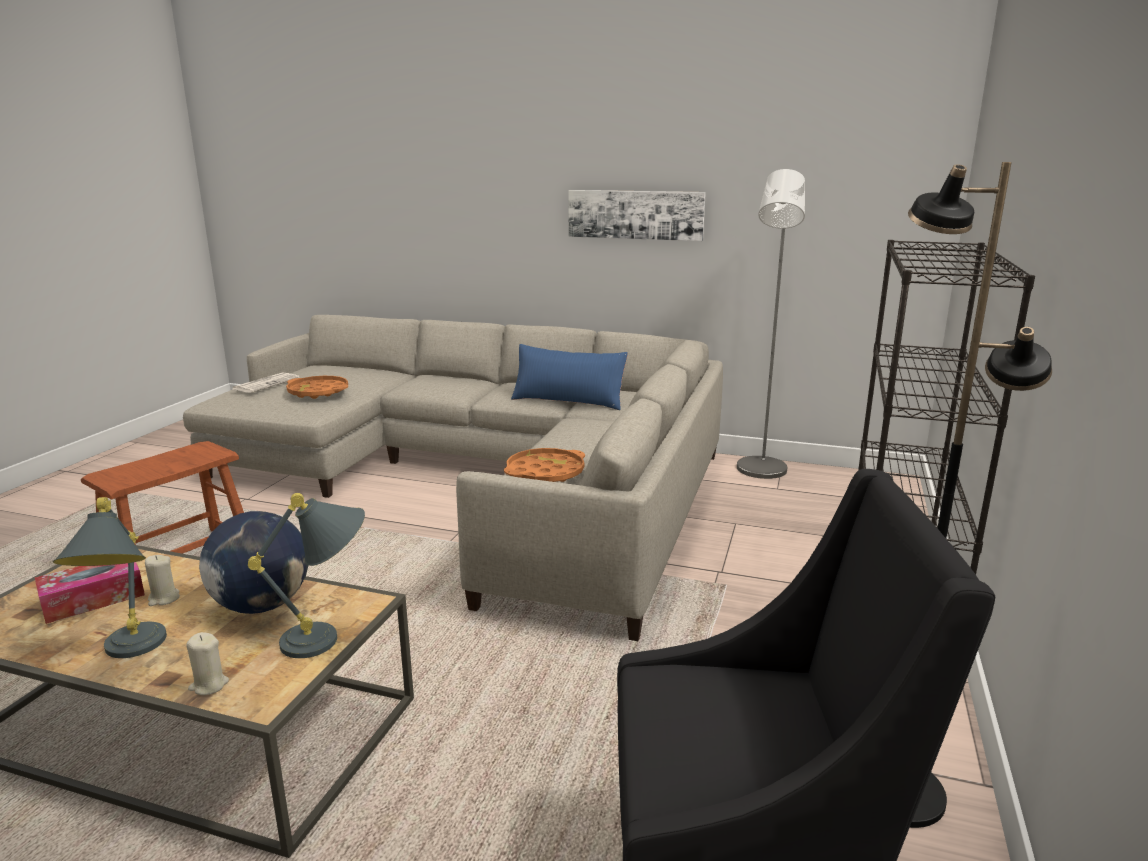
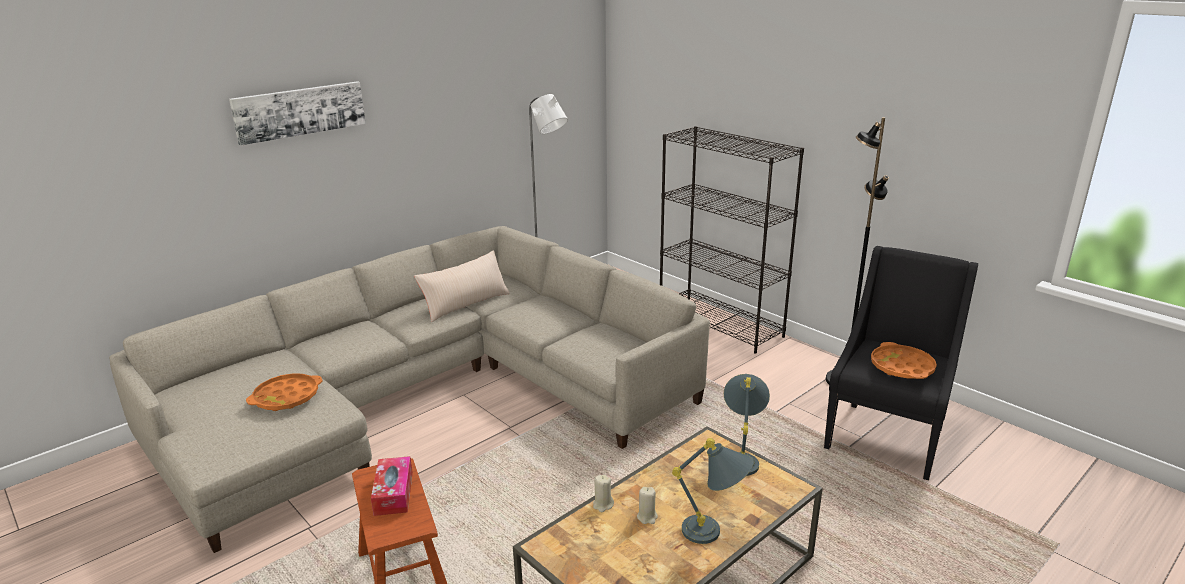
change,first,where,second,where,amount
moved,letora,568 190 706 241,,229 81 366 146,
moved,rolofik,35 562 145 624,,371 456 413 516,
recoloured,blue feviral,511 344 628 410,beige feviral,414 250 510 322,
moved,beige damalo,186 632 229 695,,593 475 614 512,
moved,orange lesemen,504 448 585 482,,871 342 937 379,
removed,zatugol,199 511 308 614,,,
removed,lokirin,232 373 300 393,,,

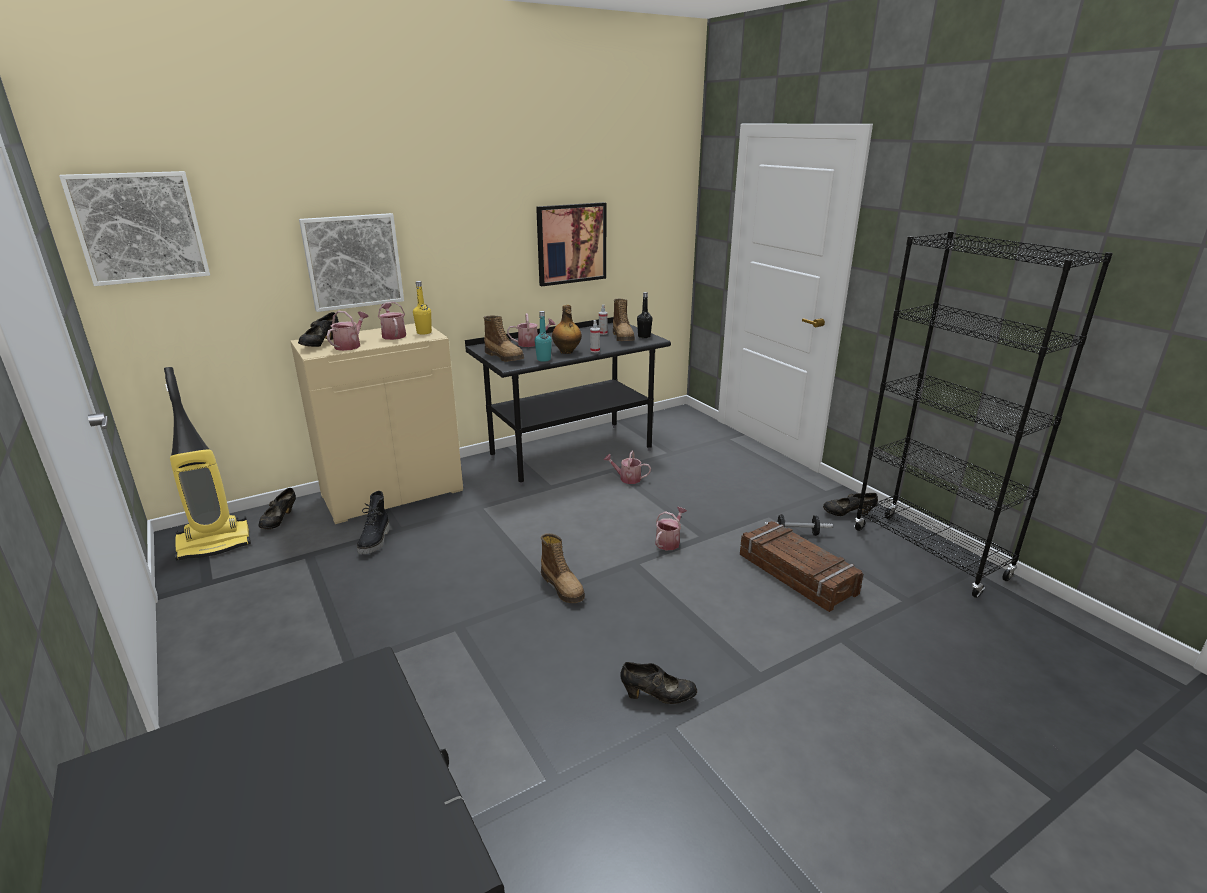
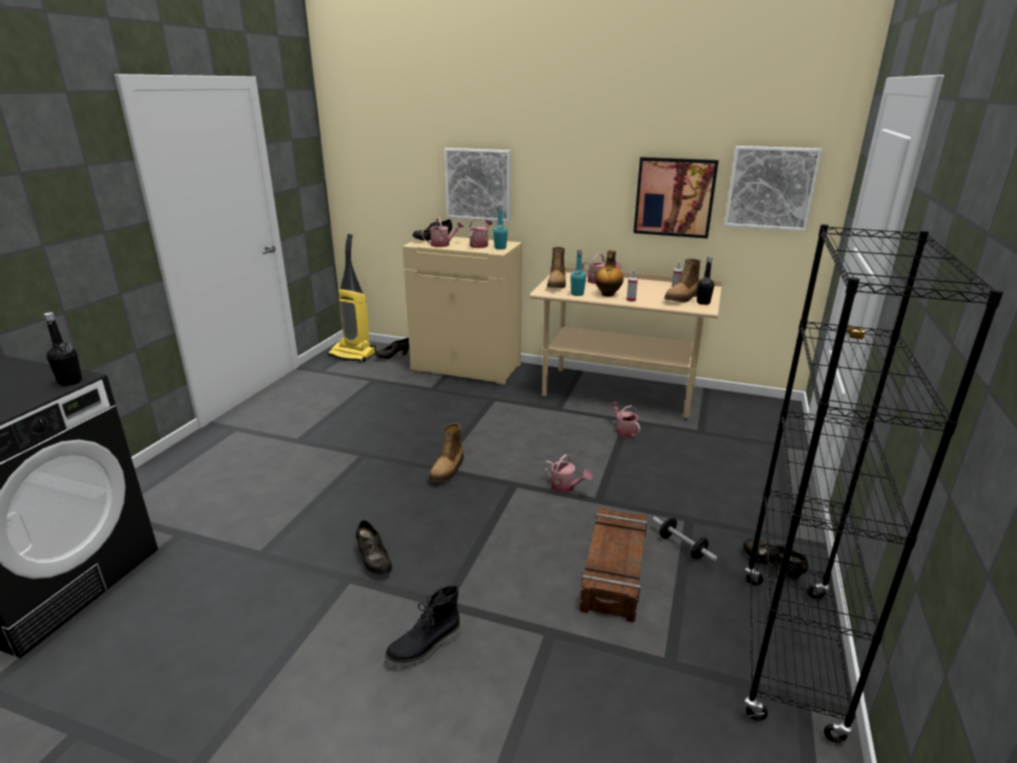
change,first,where,second,where,amount
added,,,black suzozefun,44 312 82 386,
moved,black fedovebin,357 491 390 554,,384 585 460 668,
recoloured,yellow suzozefun,413 281 432 335,turquoise suzozefun,493 206 508 250,
recoloured,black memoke,465 317 671 486,beige memoke,530 267 722 421,
turned,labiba,655 507 687 550,,543 454 593 493,45 degrees clockwise
moved,letora,59 171 210 286,,724 146 822 232,

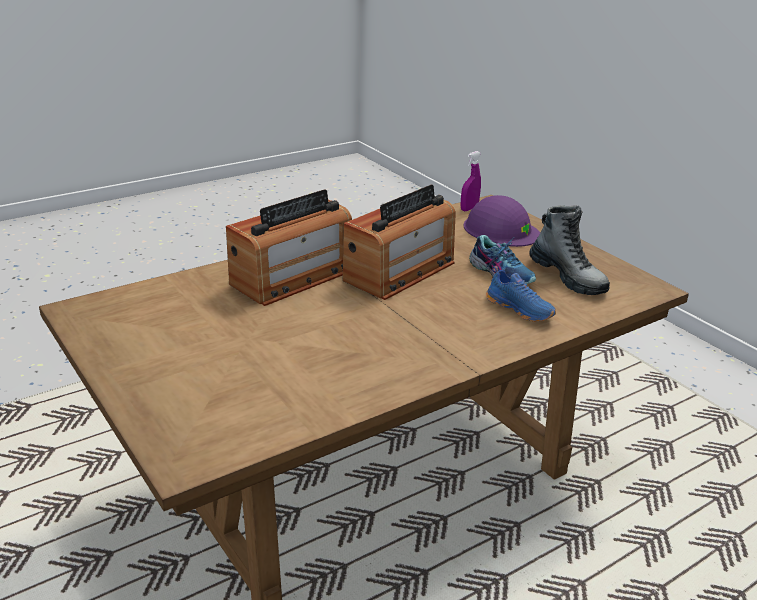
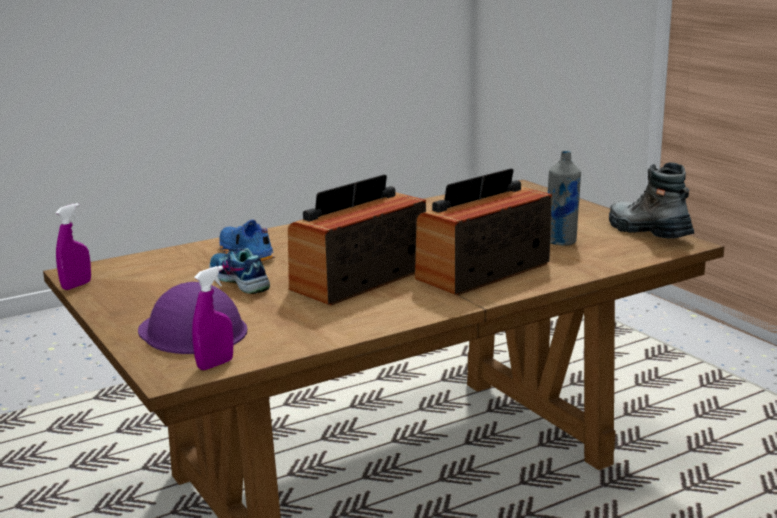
change,first,where,second,where,amount
added,,,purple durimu,56 203 91 290,
added,,,grey suzozefun,548 151 581 246,
moved,fedovebin,529 205 610 295,,609 162 694 239,

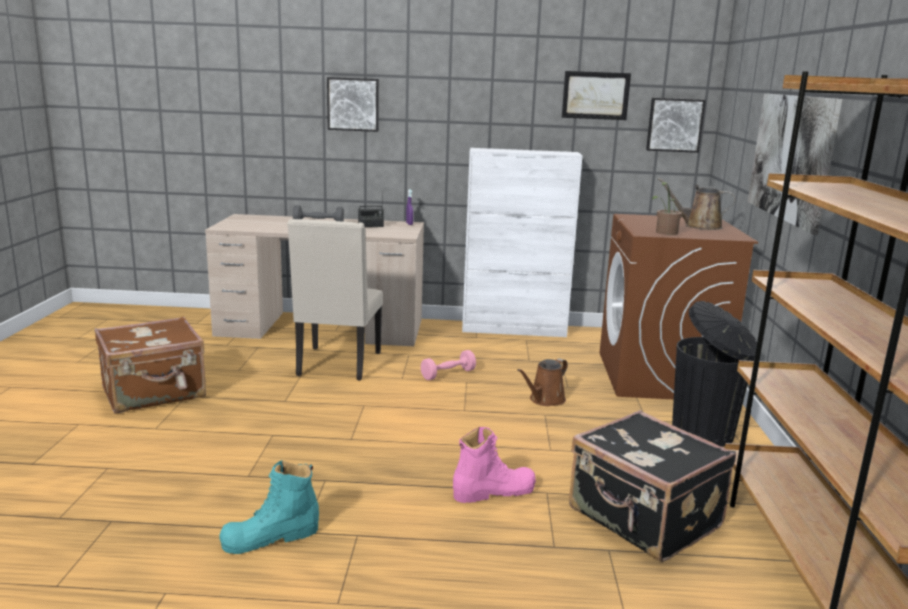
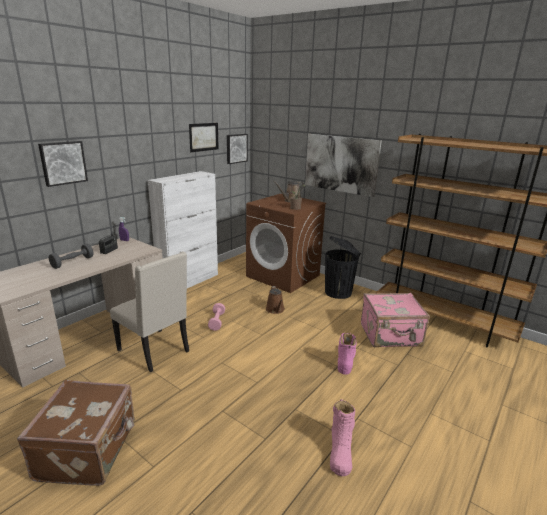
change,first,where,second,where,amount
recoloured,turquoise fedovebin,219 460 319 554,pink fedovebin,330 399 355 476,
recoloured,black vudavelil,569 410 736 562,pink vudavelil,361 293 430 347,

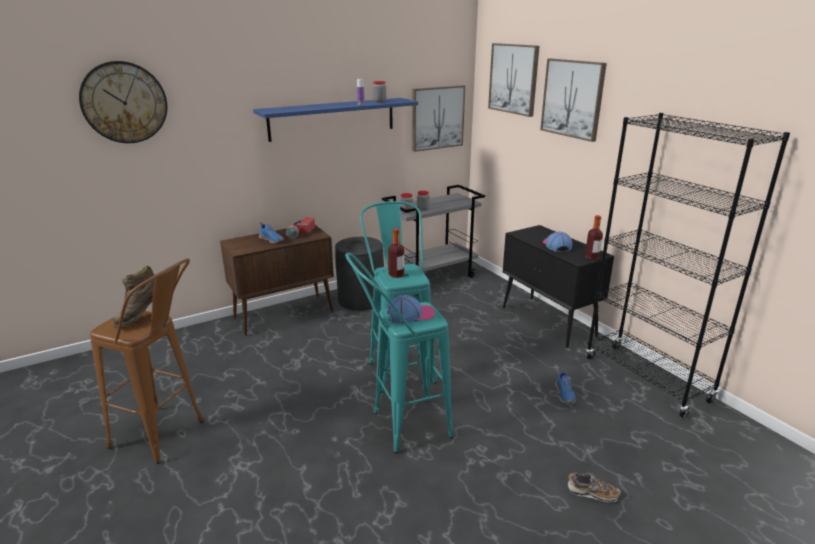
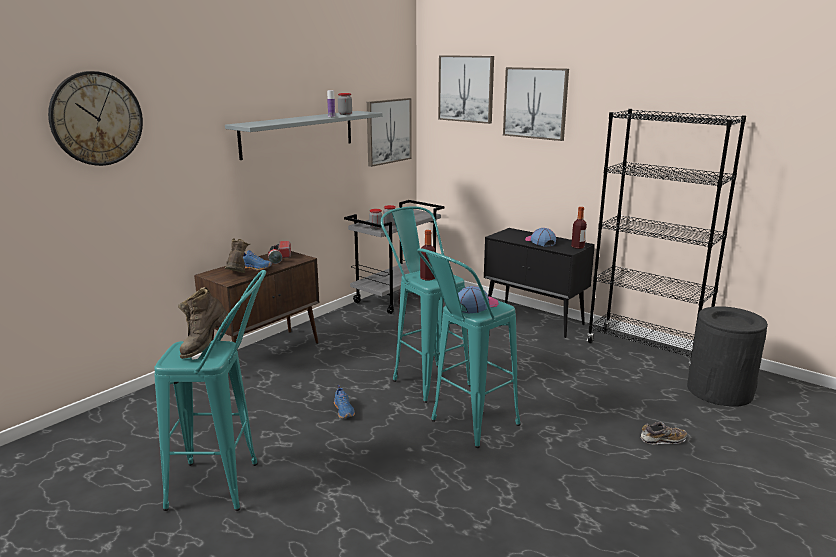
change,first,where,second,where,amount
recoloured,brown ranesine,90 258 204 464,turquoise ranesine,155 270 266 511,
recoloured,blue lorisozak,253 98 418 142,grey lorisozak,225 111 382 160,
added,,,brown fedovebin,225 238 250 273,
moved,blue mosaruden,555 369 576 403,,334 385 355 418,
moved,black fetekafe,335 237 384 311,,687 306 768 407,

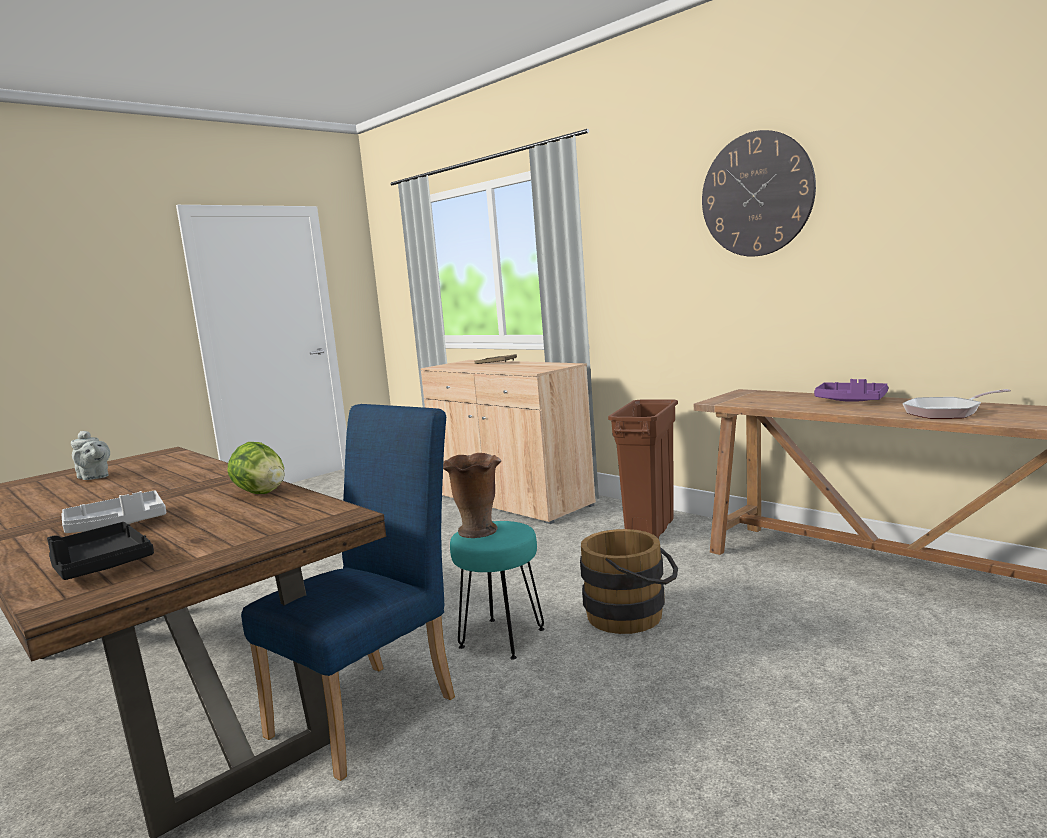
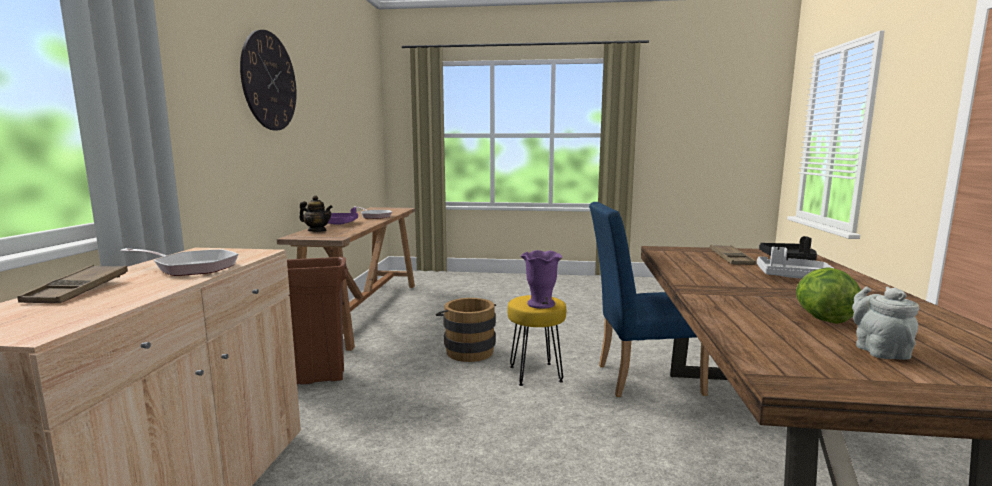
change,first,where,second,where,amount
added,,,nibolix,120 248 239 276,
added,,,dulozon,299 195 333 232,
recoloured,turquoise ranesine,450 521 544 660,yellow ranesine,507 295 566 386,
recoloured,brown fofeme,443 453 501 538,purple fofeme,521 250 562 309,
added,,,brown lesemen,710 245 756 265,
moved,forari,227 442 284 494,,796 268 861 324,

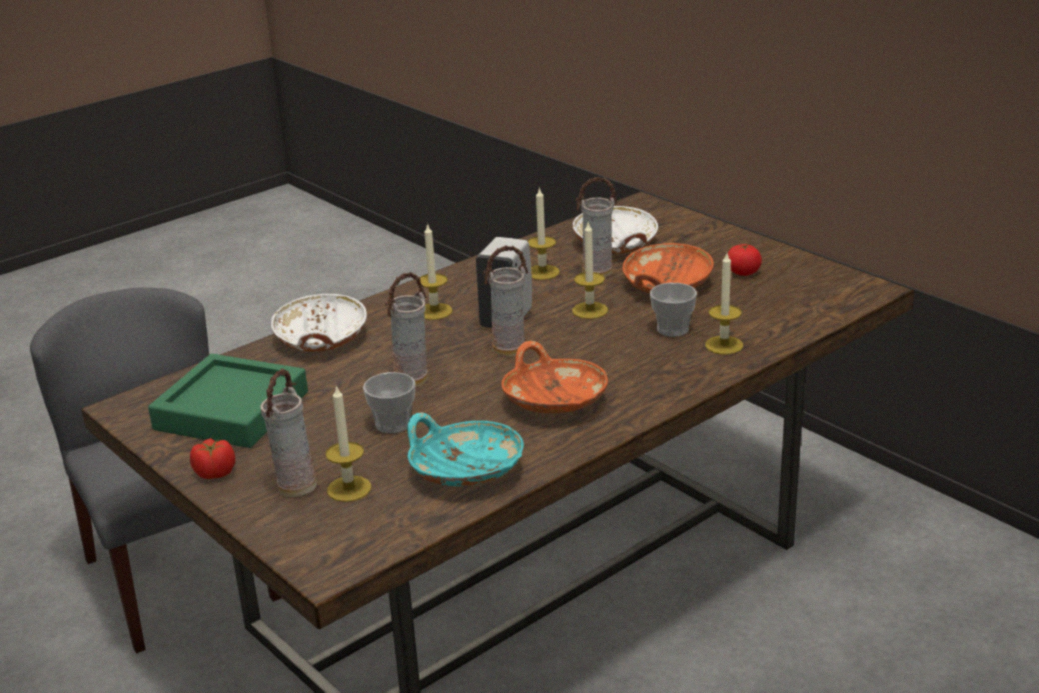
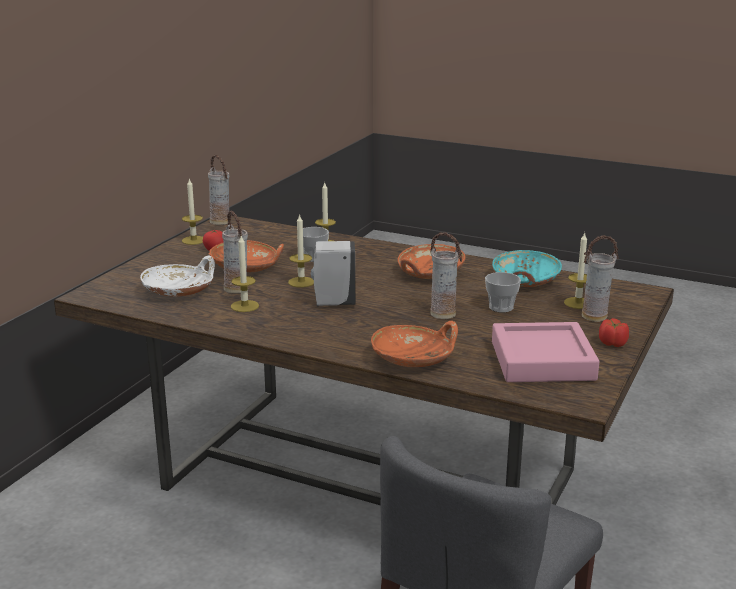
change,first,where,second,where,amount
moved,damalo,420 223 453 320,,182 179 203 245,
moved,fofeme,483 245 529 357,,208 155 229 225,
recoloured,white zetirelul,271 294 367 352,orange zetirelul,371 321 458 367,
recoloured,green lesemen,148 354 308 448,pink lesemen,492 322 599 382,

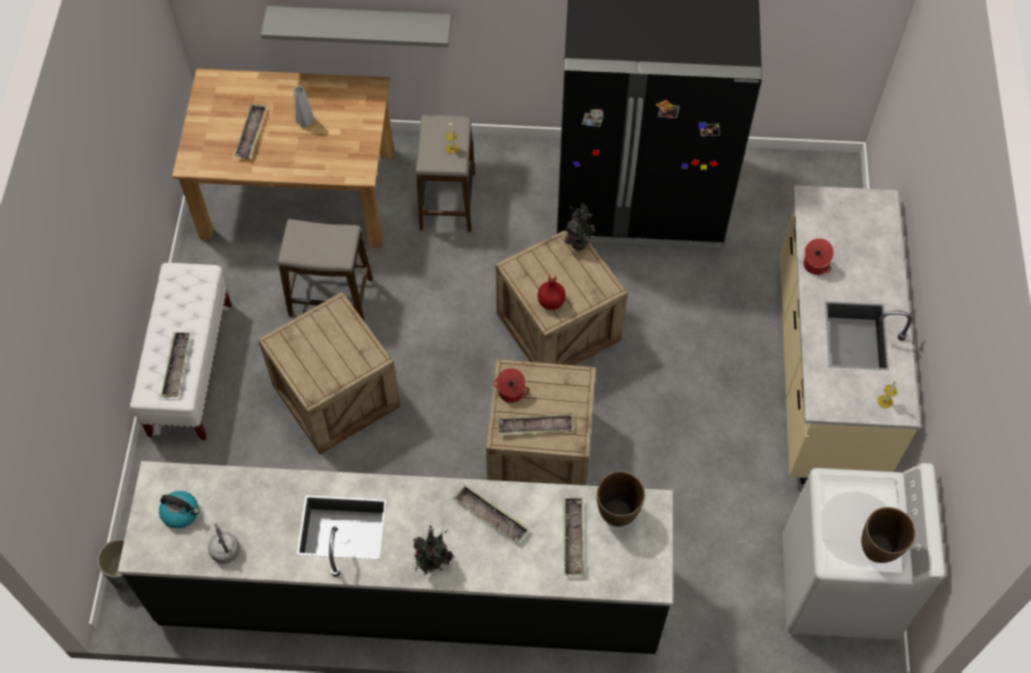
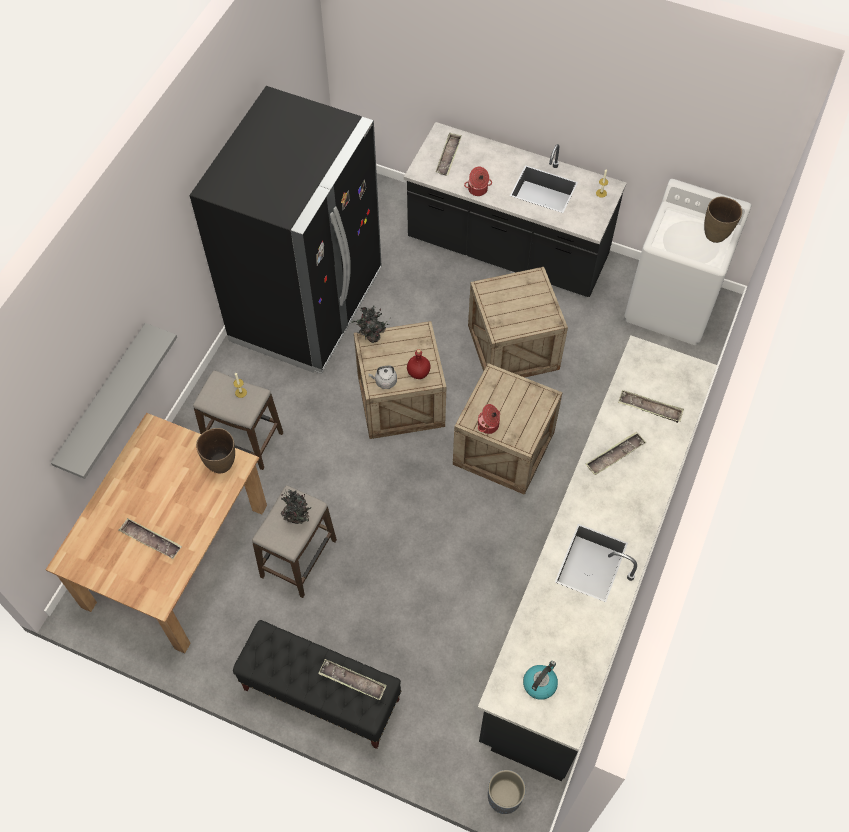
change,first,where,second,where,amount
moved,brown fofeme,597 471 645 527,,196 428 235 473,
recoloured,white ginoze,130 263 232 440,black ginoze,233 620 401 749,
moved,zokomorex,413 526 454 575,,280 488 312 524,
moved,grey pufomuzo,208 523 240 564,,368 366 397 389,
recoloured,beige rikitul,780 185 920 484,black rikitul,404 122 626 297,
moved,lesemen,497 413 574 436,,436 132 462 176,
moved,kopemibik,258 292 401 454,,468 267 568 378,
removed,grey fofeme,293 86 314 127,,,

